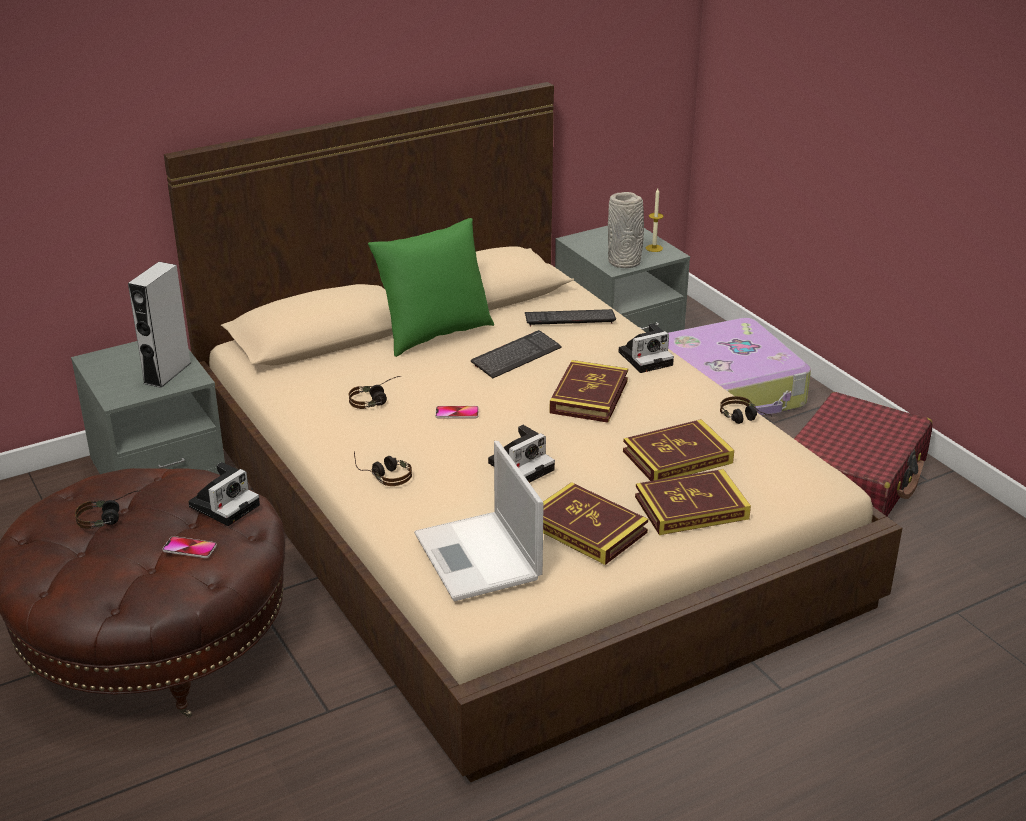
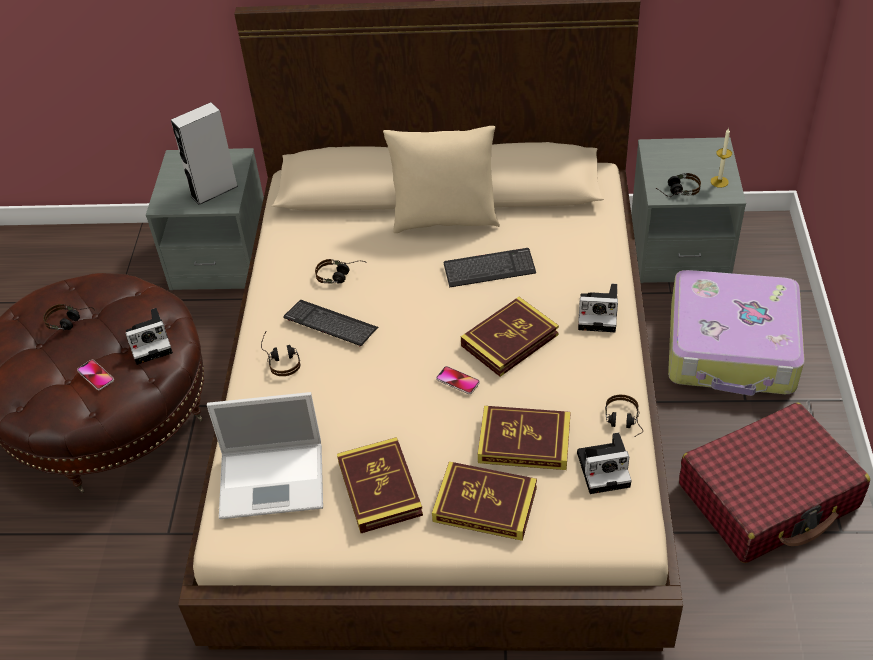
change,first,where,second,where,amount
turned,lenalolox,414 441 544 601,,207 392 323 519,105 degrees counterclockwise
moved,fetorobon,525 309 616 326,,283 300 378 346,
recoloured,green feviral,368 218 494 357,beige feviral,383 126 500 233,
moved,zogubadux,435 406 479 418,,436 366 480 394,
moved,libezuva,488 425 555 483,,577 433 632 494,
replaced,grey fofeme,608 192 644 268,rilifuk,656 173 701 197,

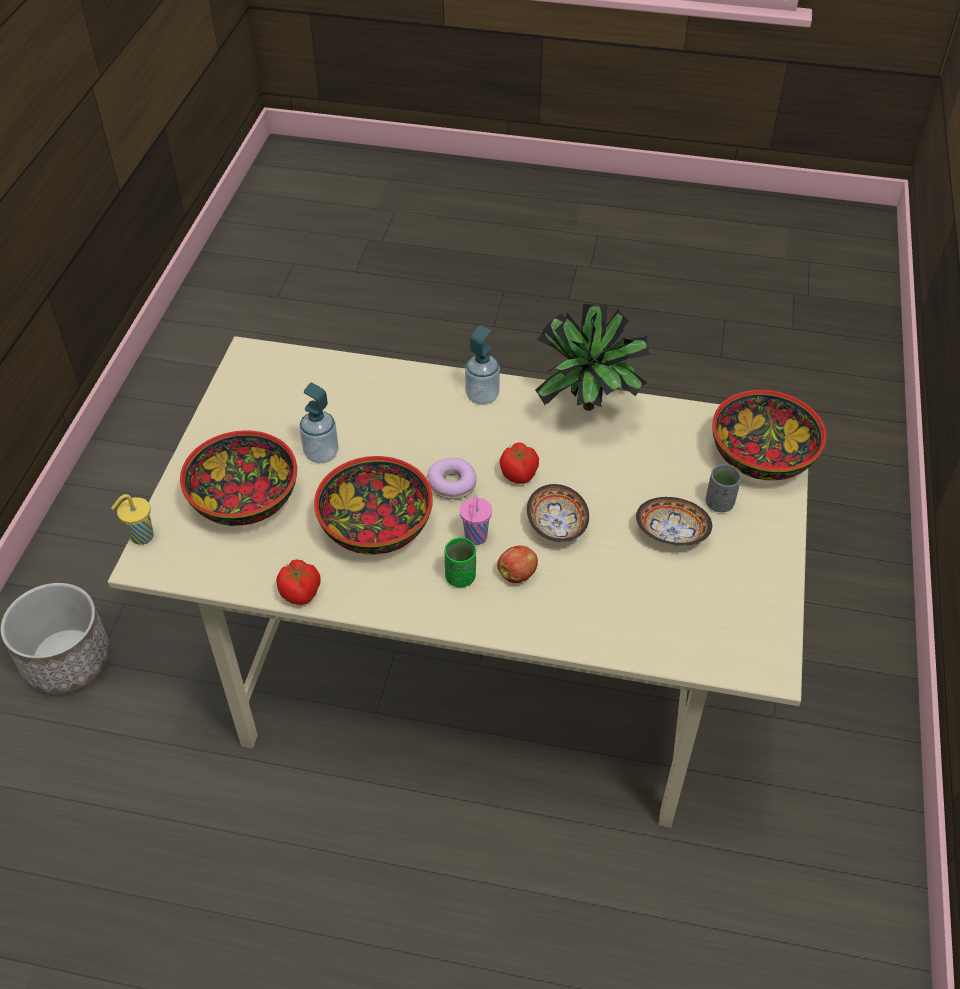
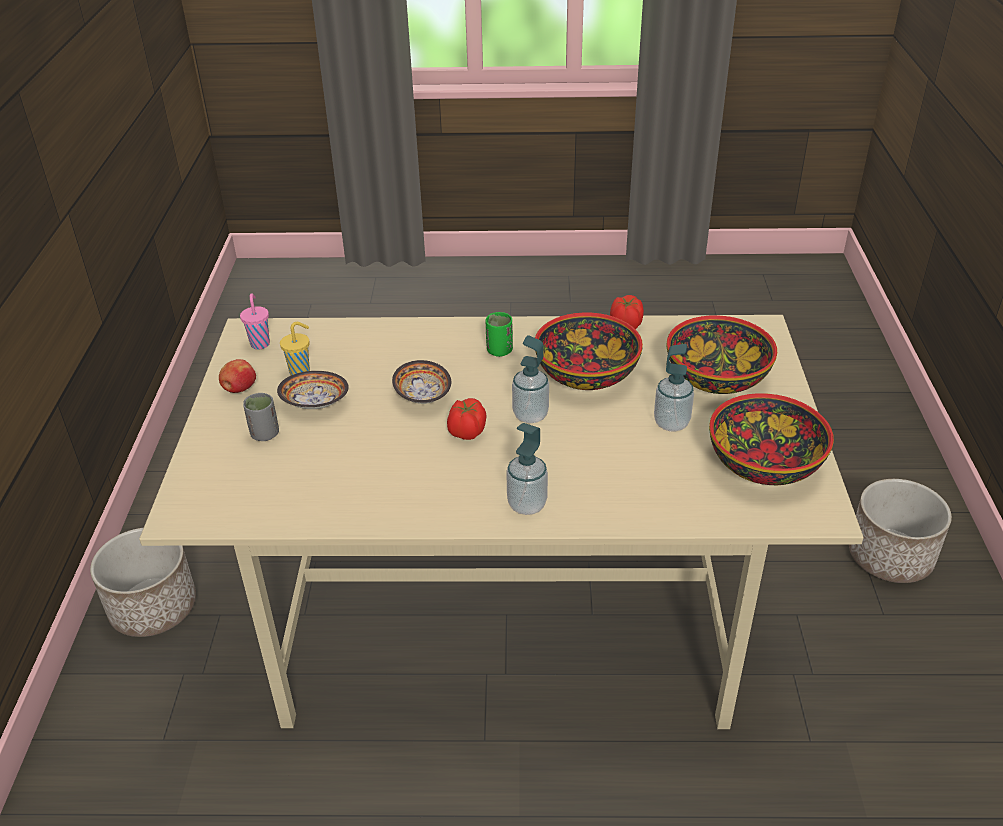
change,first,where,second,where,amount
added,,,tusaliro,90 528 196 637,
moved,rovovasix,497 546 538 583,,219 359 256 393,
moved,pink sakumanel,460 495 492 545,,240 293 270 350,
moved,yellow sakumanel,111 494 154 545,,280 322 310 375,
replaced,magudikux,428 458 477 500,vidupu,512 335 549 423,
moved,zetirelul,712 390 826 480,,709 393 834 485,
removed,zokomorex,535 304 650 411,,,

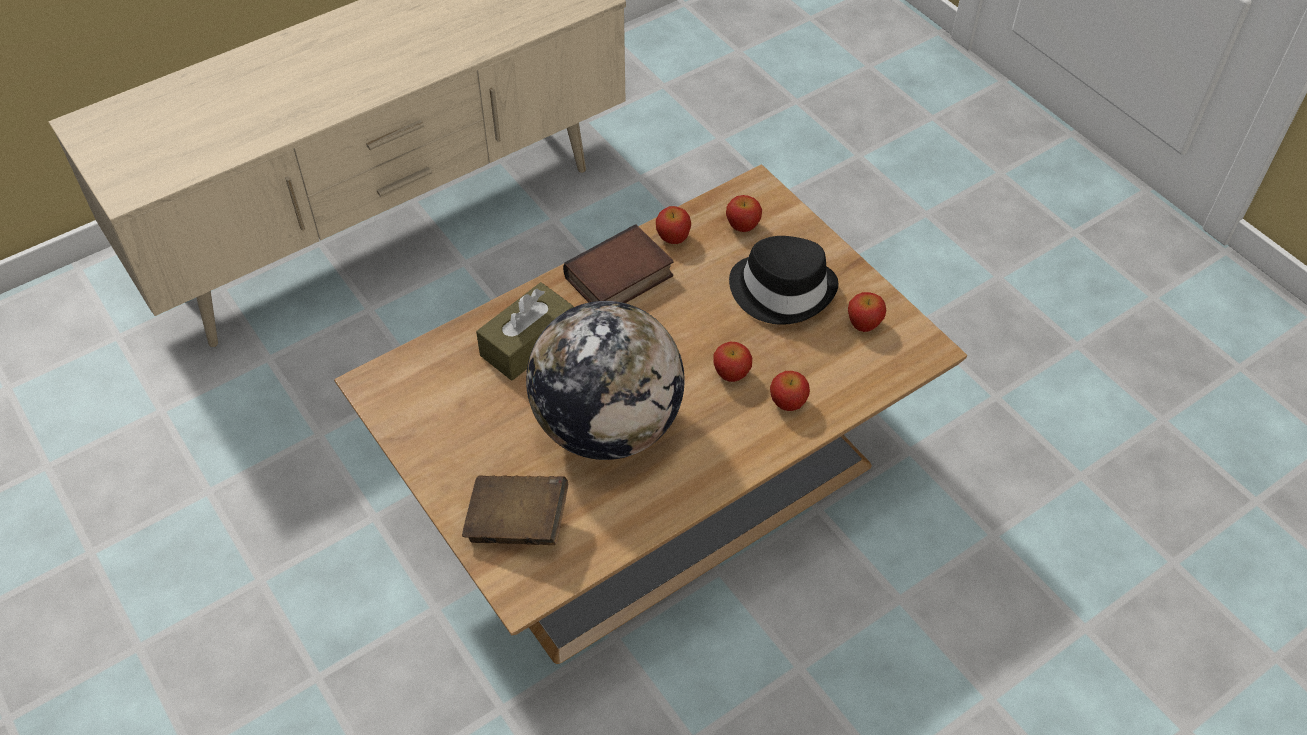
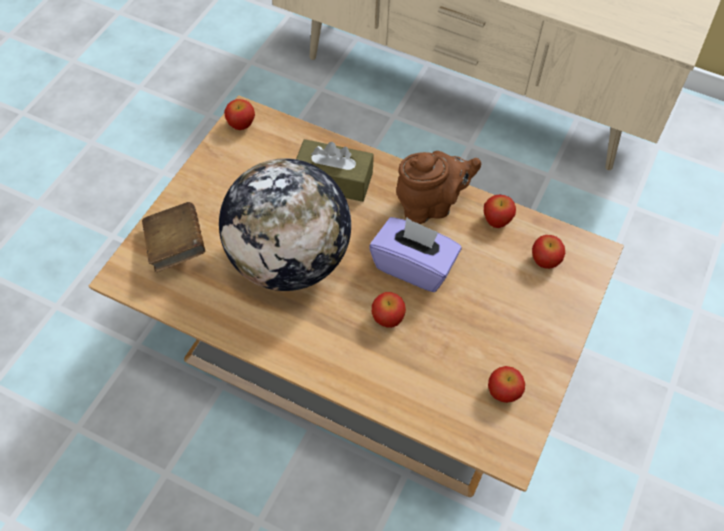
change,first,where,second,where,amount
moved,rovovasix,770 371 810 411,,224 99 255 130,
added,,,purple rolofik,369 217 462 292,
replaced,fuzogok,563 224 674 303,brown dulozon,396 151 481 224,
removed,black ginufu,729 236 838 325,,,

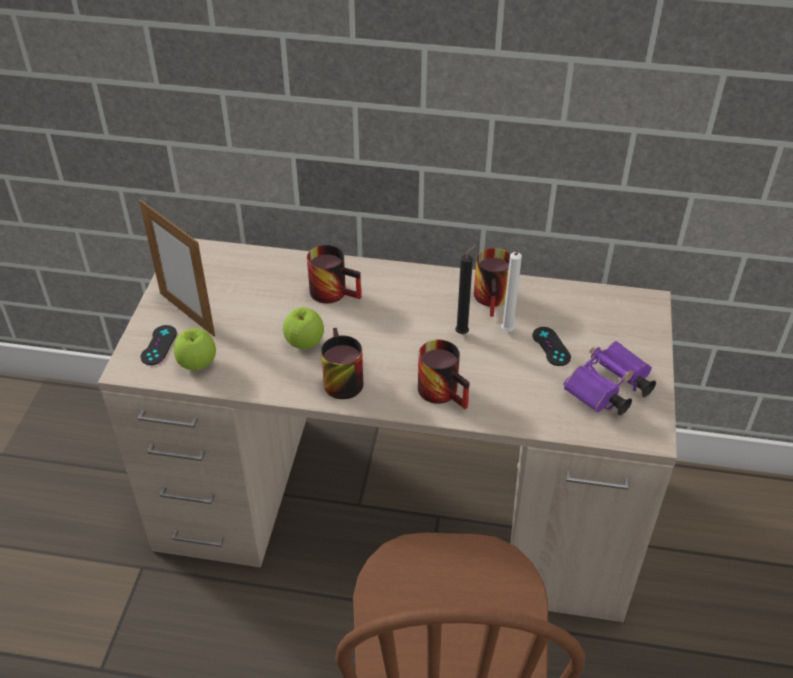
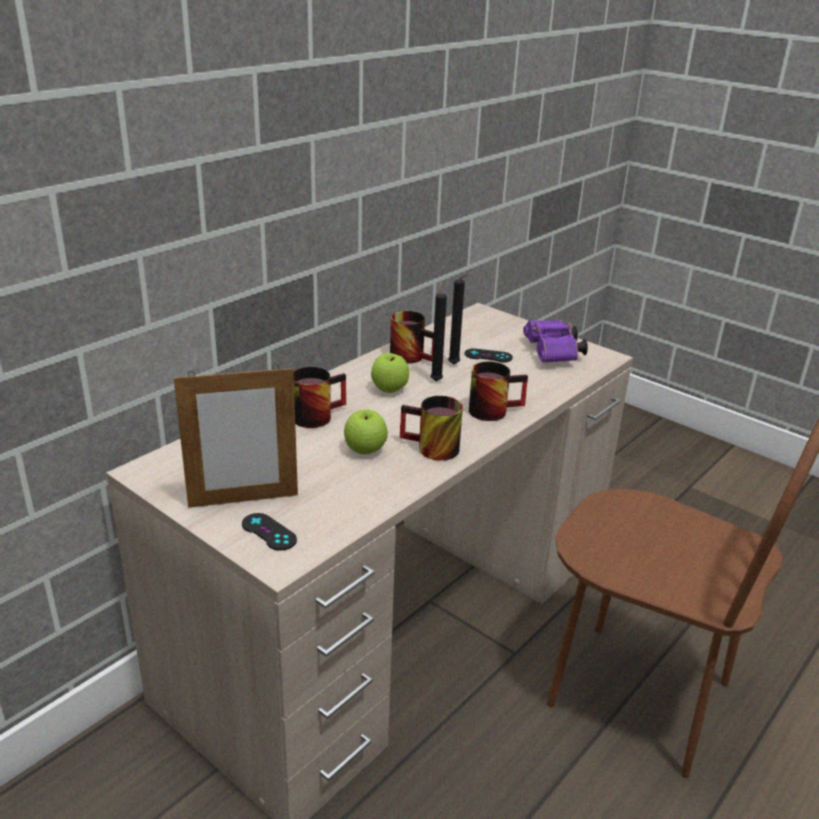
change,first,where,second,where,amount
moved,rovovasix,174 328 216 370,,371 353 409 393,
recoloured,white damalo,501 252 522 332,black damalo,448 274 468 364,

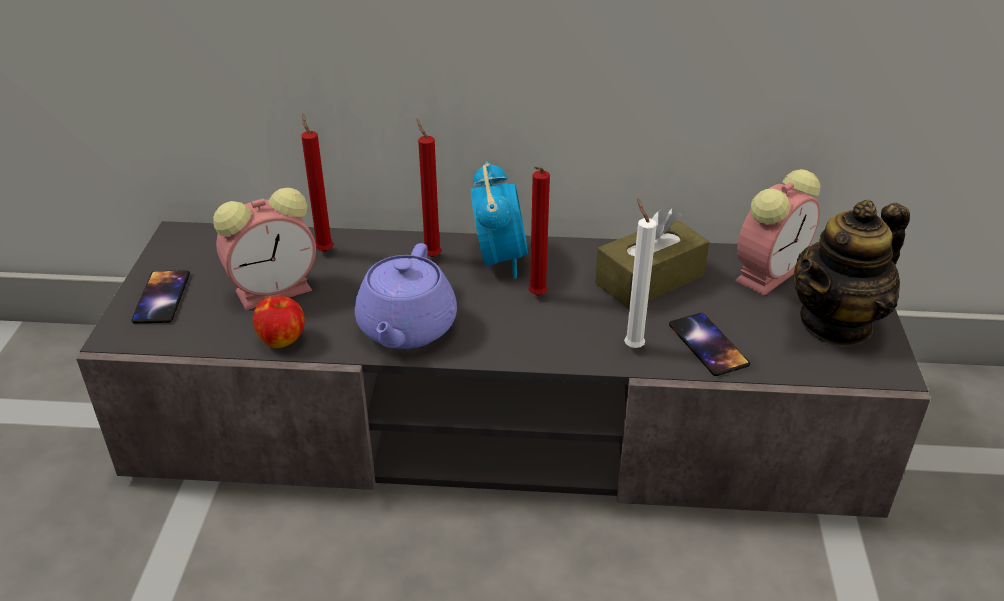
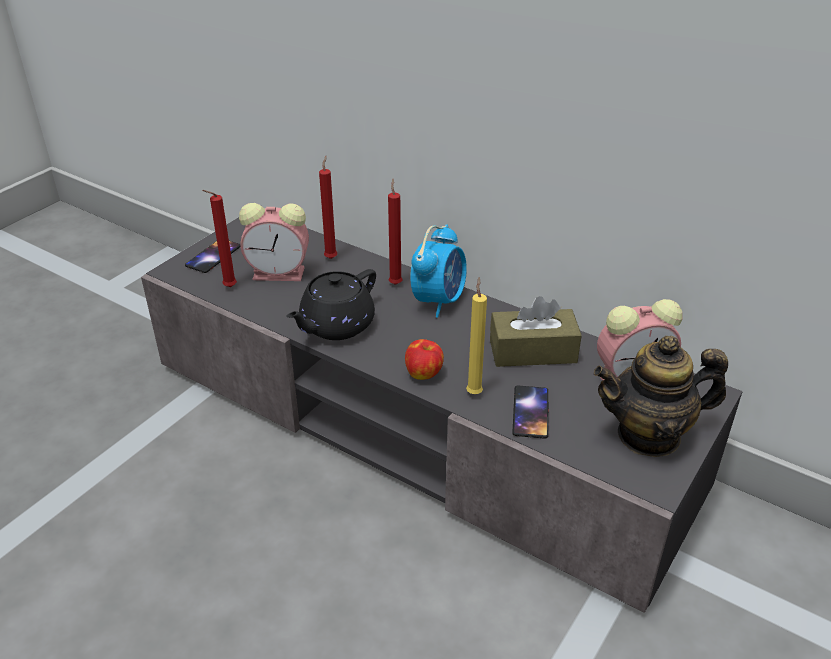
change,first,where,second,where,amount
moved,red damalo,528 166 550 296,,202 190 237 287,
recoloured,purple dulozon,355 243 457 349,black dulozon,286 269 376 340,
moved,rovovasix,253 296 305 349,,405 339 444 380,
recoloured,white damalo,624 198 657 348,yellow damalo,466 277 487 394,

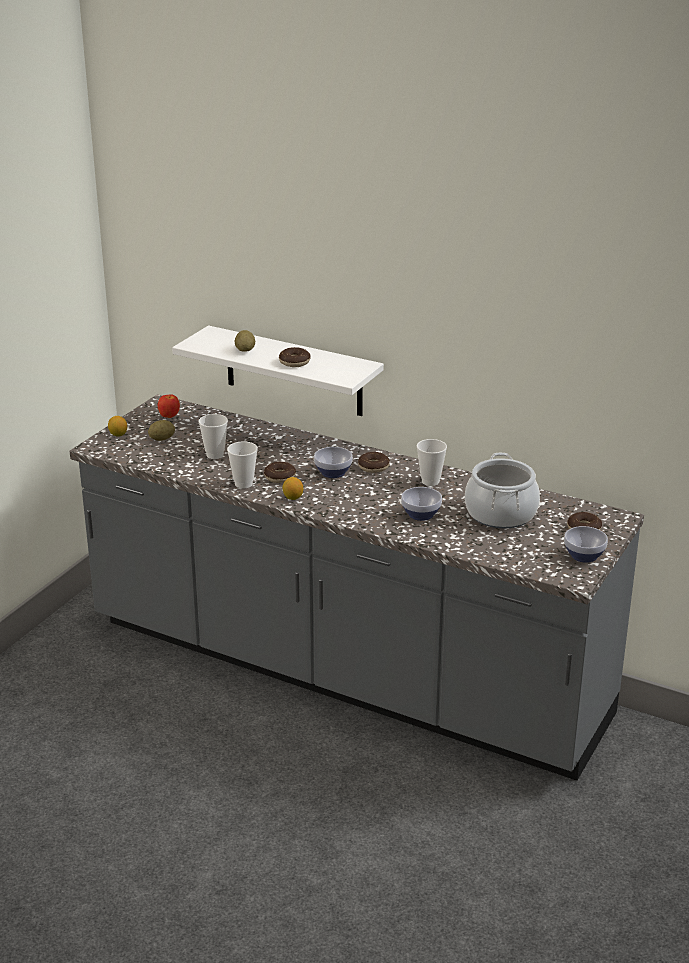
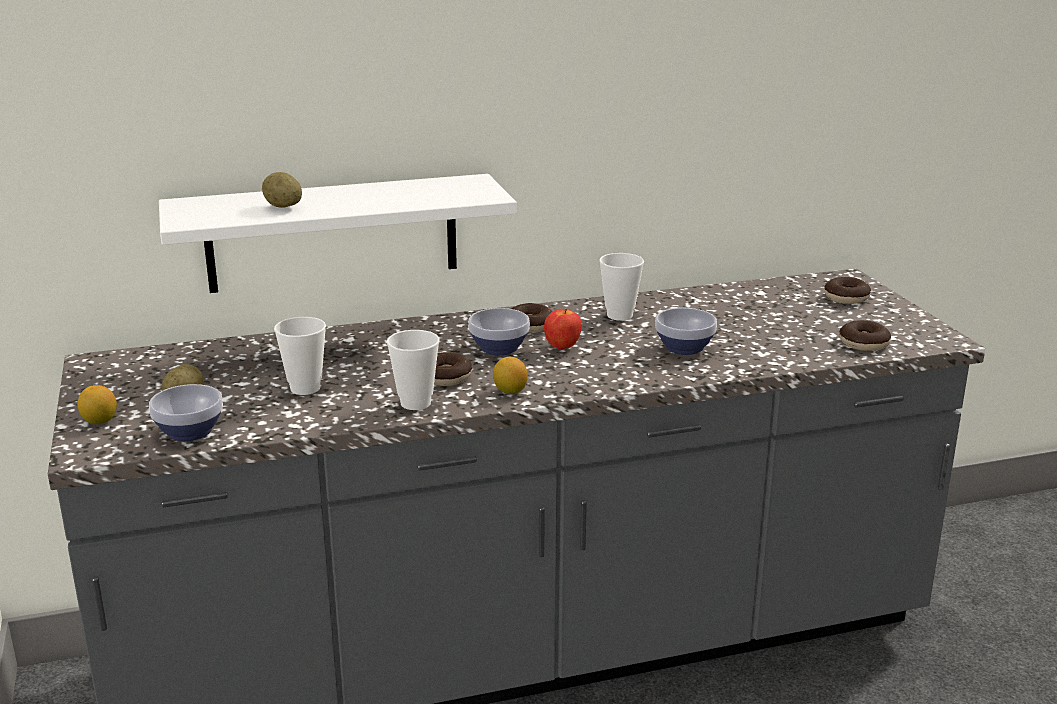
change,first,where,second,where,amount
moved,zetirelul,564 526 608 563,,149 384 223 441,
moved,rovovasix,158 395 180 418,,544 308 581 350,
moved,magudikux,279 347 311 367,,840 320 891 351,
removed,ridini,465 453 540 528,,,

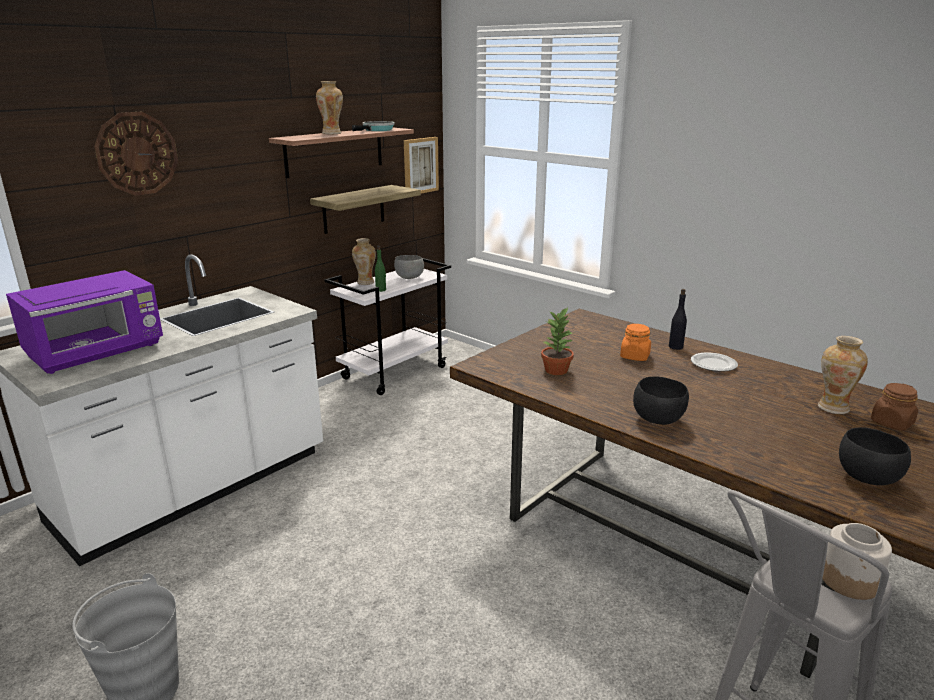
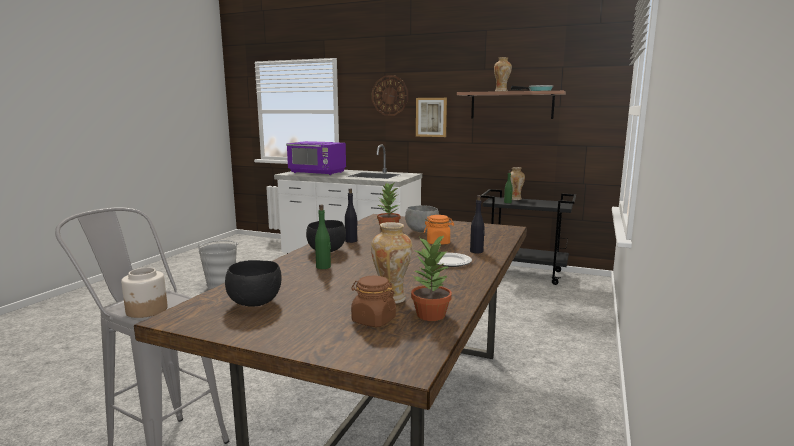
change,first,where,second,where,amount
added,,,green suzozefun,315 204 331 269,
added,,,black suzozefun,345 189 358 243,
moved,grey zetirelul,394 255 424 279,,405 205 439 232,
added,,,zokomorex,411 234 452 321,
moved,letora,404 137 439 194,,416 98 447 137,
recoloured,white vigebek,325 258 451 395,black vigebek,481 189 576 285,
removed,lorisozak,310 185 421 234,,,

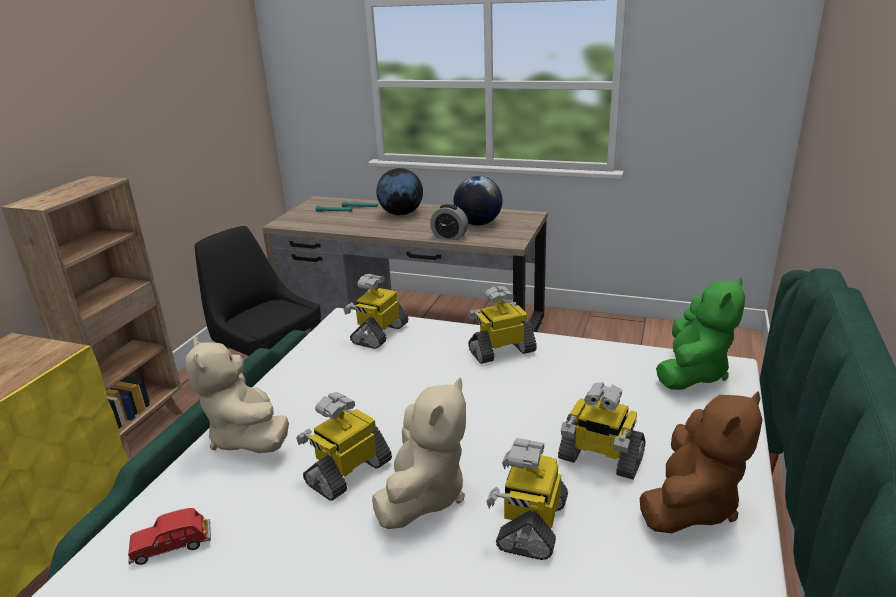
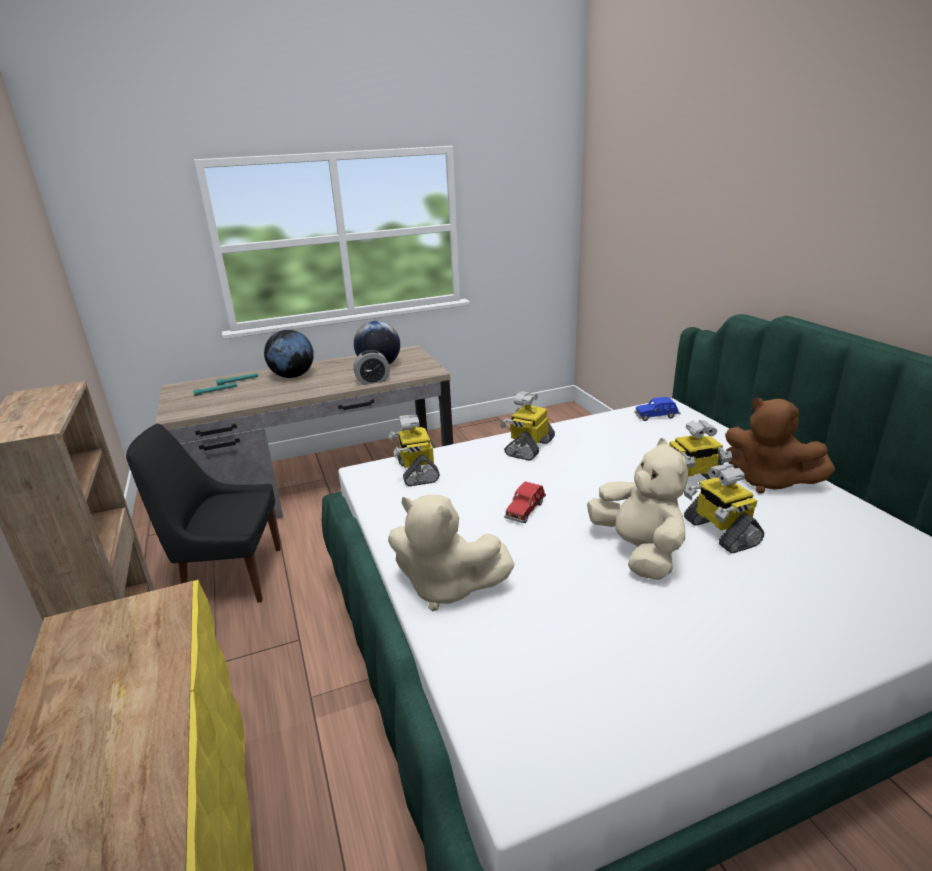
change,first,where,second,where,amount
moved,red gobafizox,128 508 211 565,,504 481 546 523,
replaced,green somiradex,656 277 745 390,blue gobafizox,634 397 681 421,
turned,brown somiradex,640 391 763 533,,725 397 835 494,135 degrees clockwise
removed,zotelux,296 392 392 501,,,

